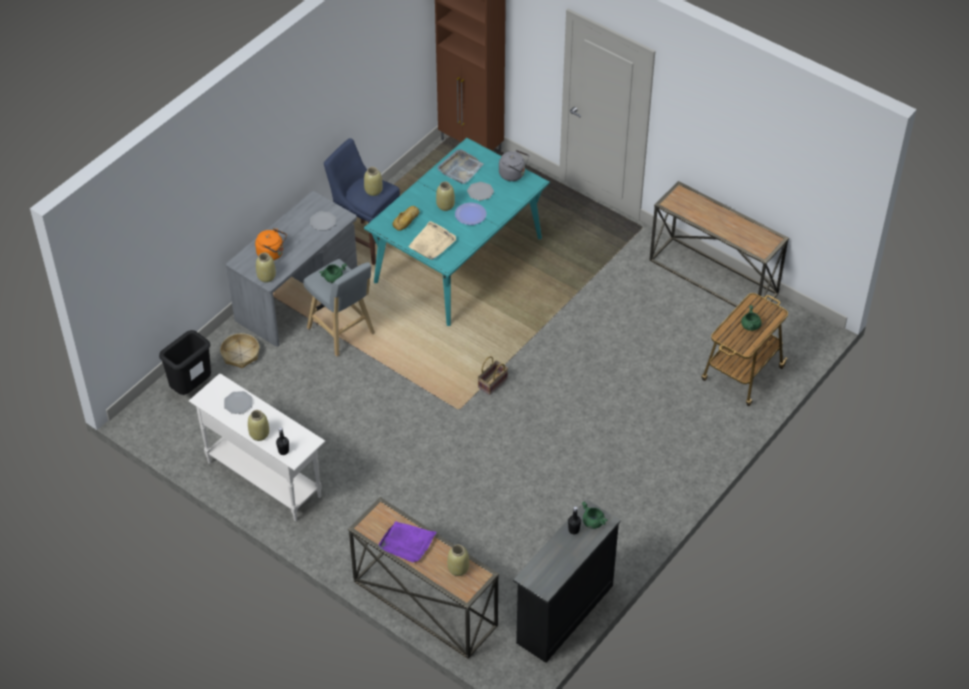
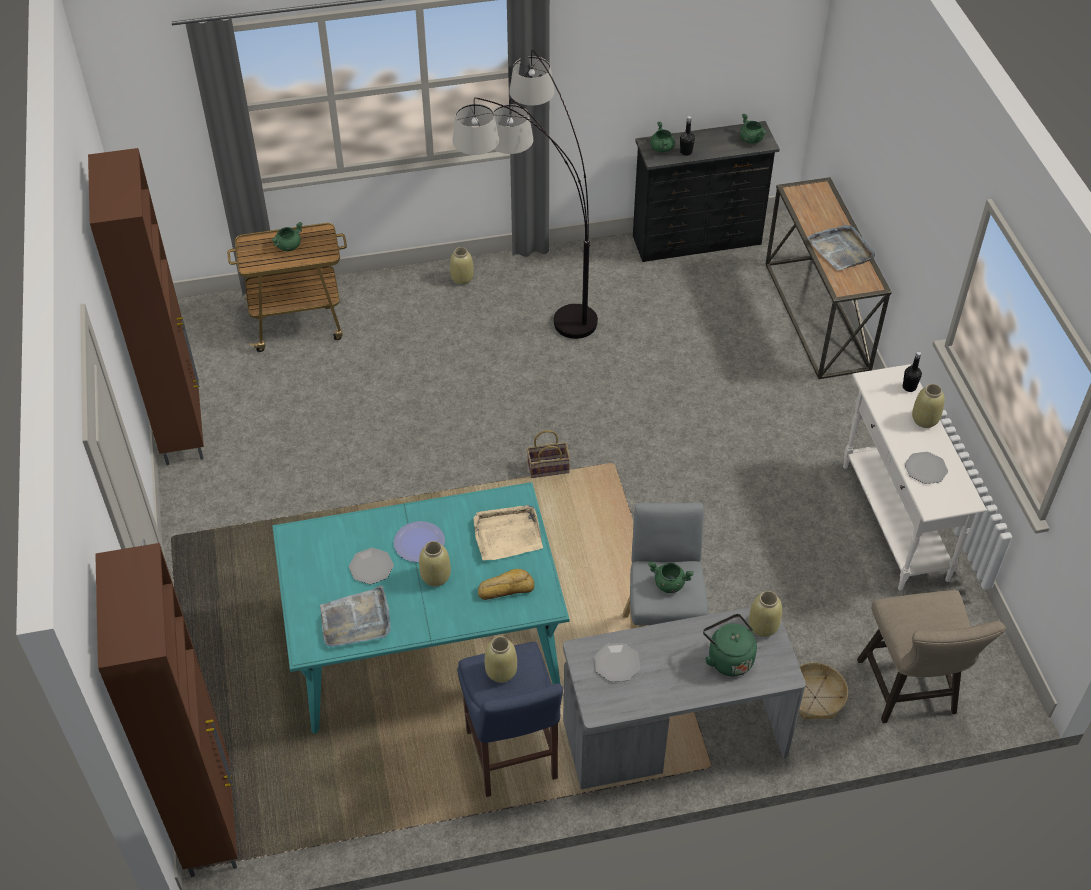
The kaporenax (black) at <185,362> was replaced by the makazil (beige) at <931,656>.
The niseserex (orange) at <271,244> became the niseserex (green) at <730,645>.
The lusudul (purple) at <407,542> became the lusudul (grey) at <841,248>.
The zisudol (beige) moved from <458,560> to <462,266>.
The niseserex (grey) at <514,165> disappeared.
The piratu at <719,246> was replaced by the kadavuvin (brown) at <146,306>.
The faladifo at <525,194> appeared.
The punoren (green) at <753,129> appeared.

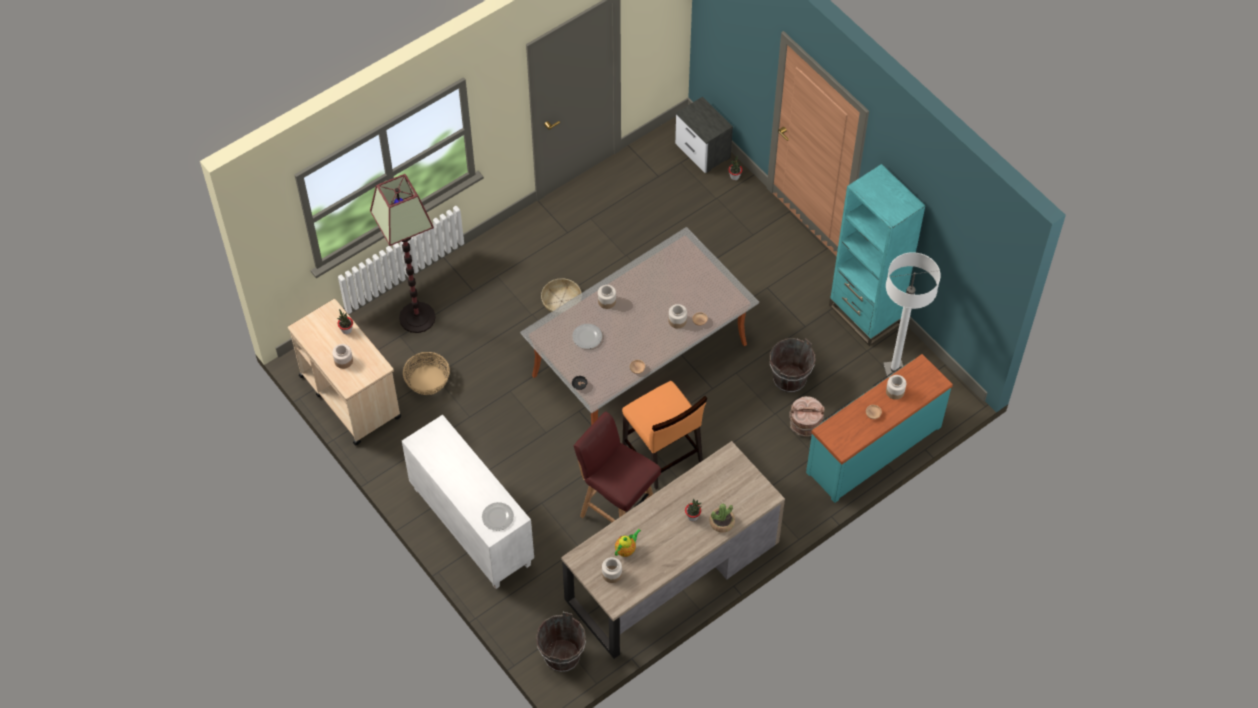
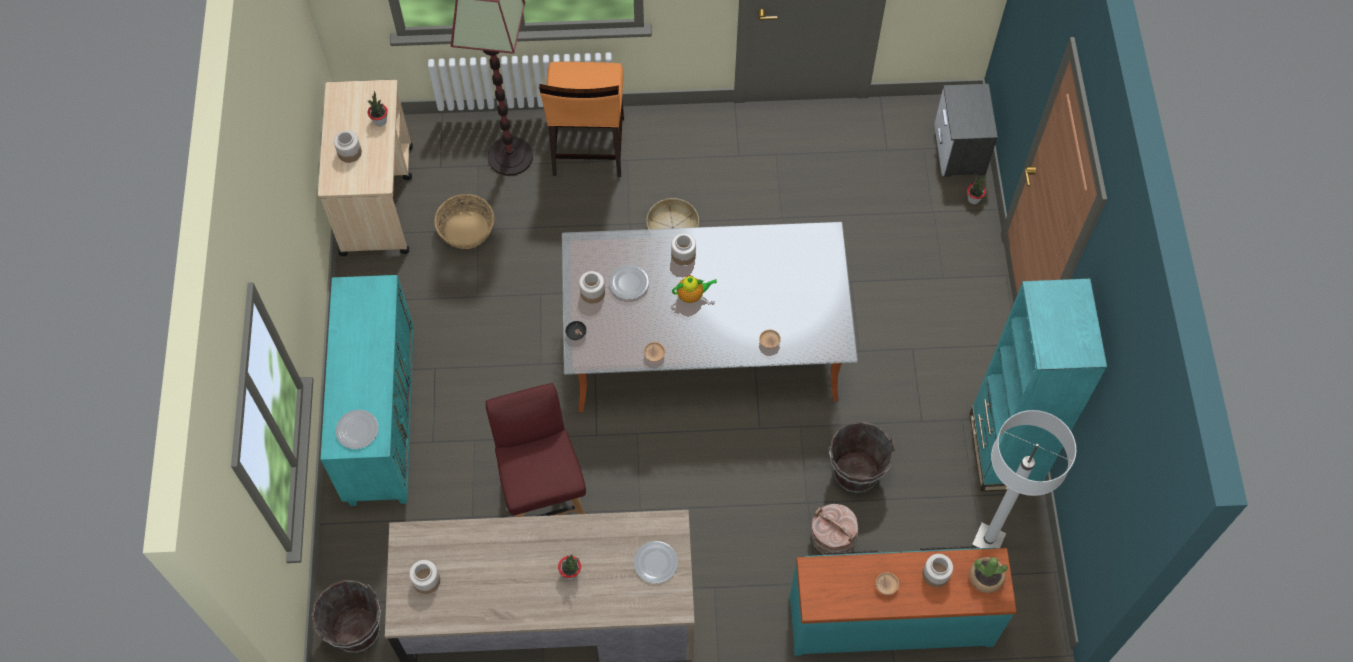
The kadavuvin (white) at <468,502> became the kadavuvin (turquoise) at <367,390>.
The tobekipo moved from <628,543> to <694,289>.
The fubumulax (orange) moved from <664,435> to <581,119>.
The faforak moved from <677,316> to <592,287>.
The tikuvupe moved from <722,518> to <988,575>.
The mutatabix at <656,562> appeared.

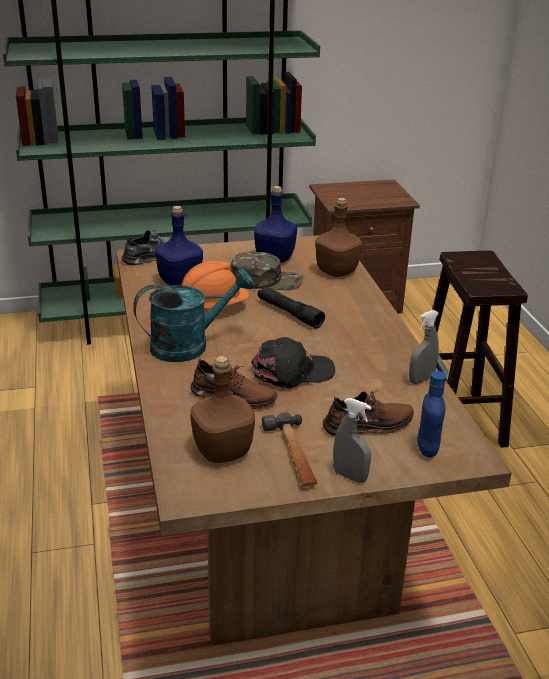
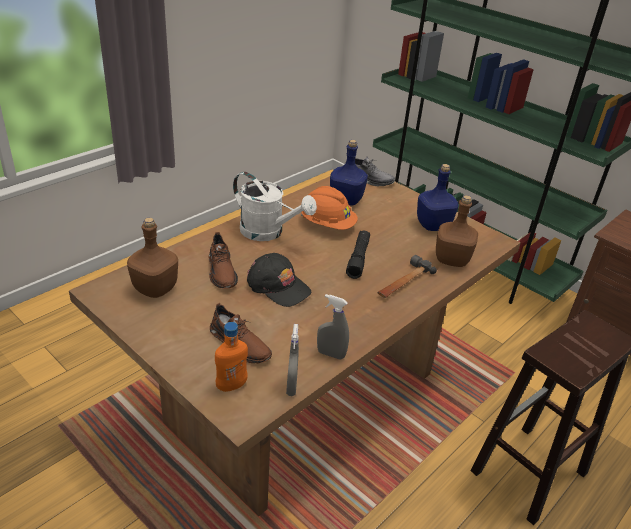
The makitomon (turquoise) at <194,315> became the makitomon (white) at <275,206>.
The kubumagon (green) at <266,270> disappeared.
The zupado moved from <289,449> to <407,276>.
The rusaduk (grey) moved from <352,440> to <292,360>.
The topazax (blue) at <431,414> became the topazax (orange) at <231,357>.

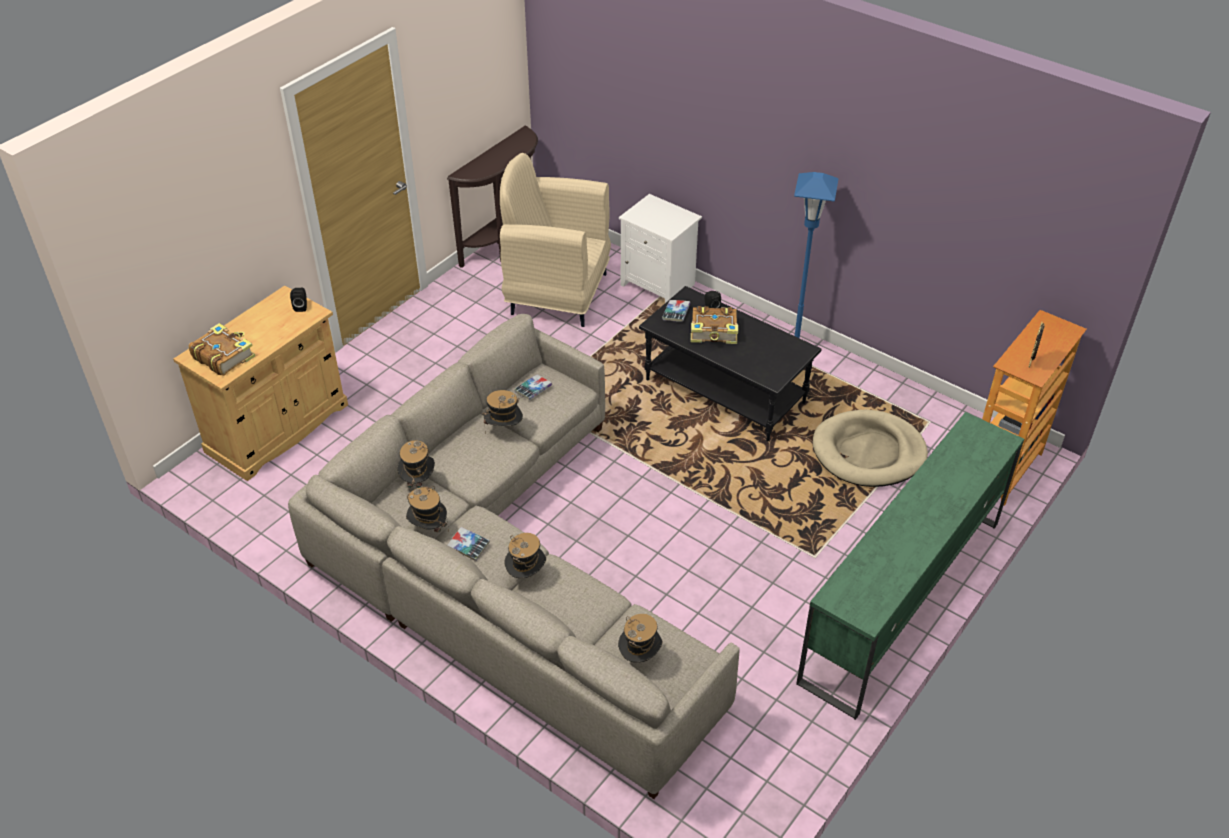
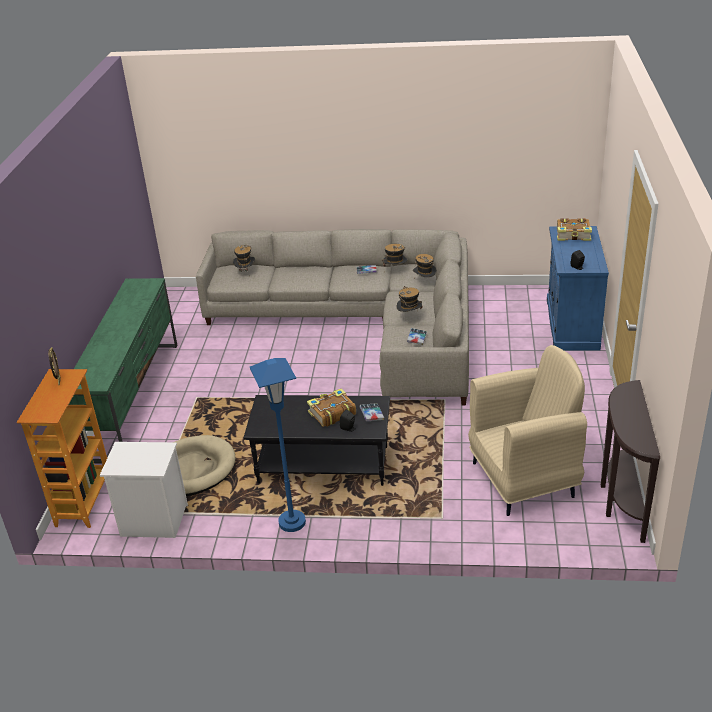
The kadavuvin (beige) at <260,383> became the kadavuvin (blue) at <578,288>.
The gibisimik at <525,555> disappeared.
The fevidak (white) moved from <660,248> to <144,490>.

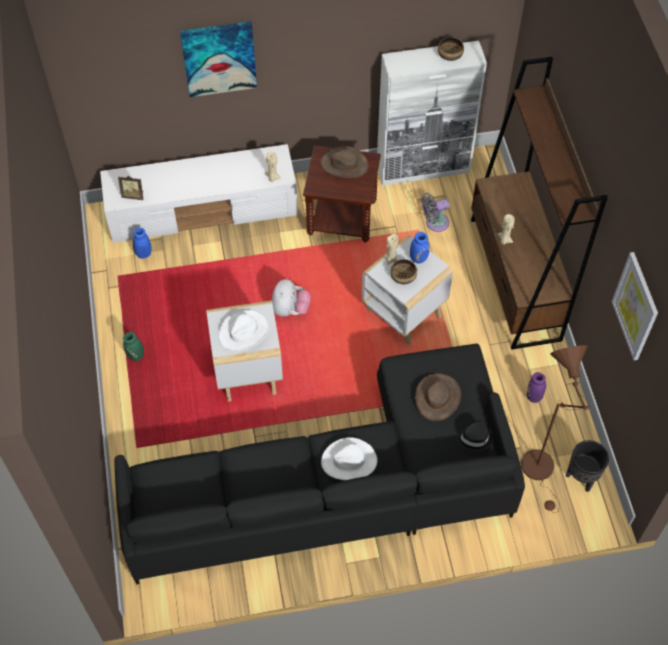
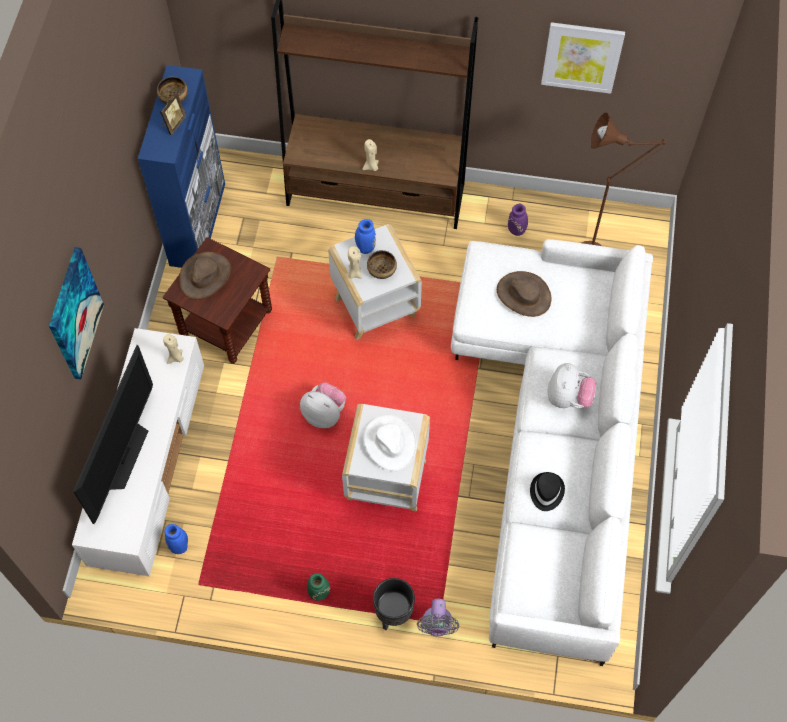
The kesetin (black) at <319,464> became the kesetin (white) at <552,452>.
The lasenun moved from <130,188> to <173,113>.
The gibisimik (white) at <349,458> was replaced by the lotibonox at <572,385>.
The kadavuvin (white) at <432,113> became the kadavuvin (blue) at <181,166>.
The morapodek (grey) moved from <435,212> to <438,617>.
The gibisimik (black) moved from <474,437> to <547,491>.
The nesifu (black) moved from <587,466> to <394,604>.
The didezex at <113,434> appeared.

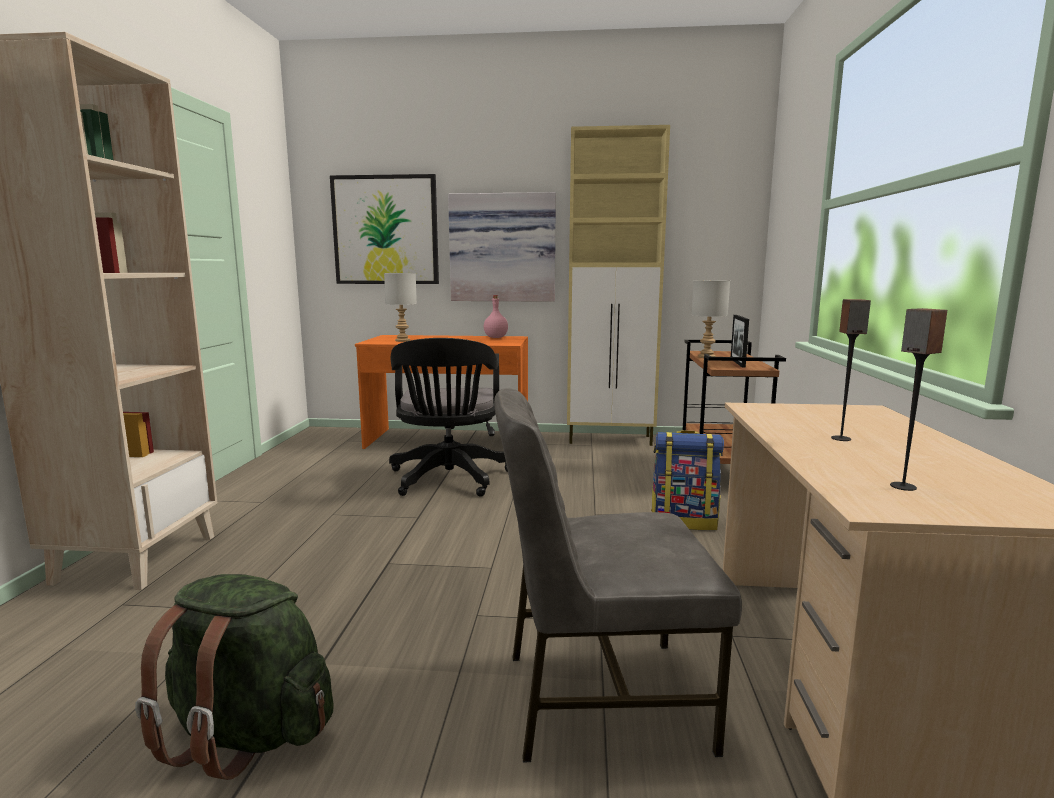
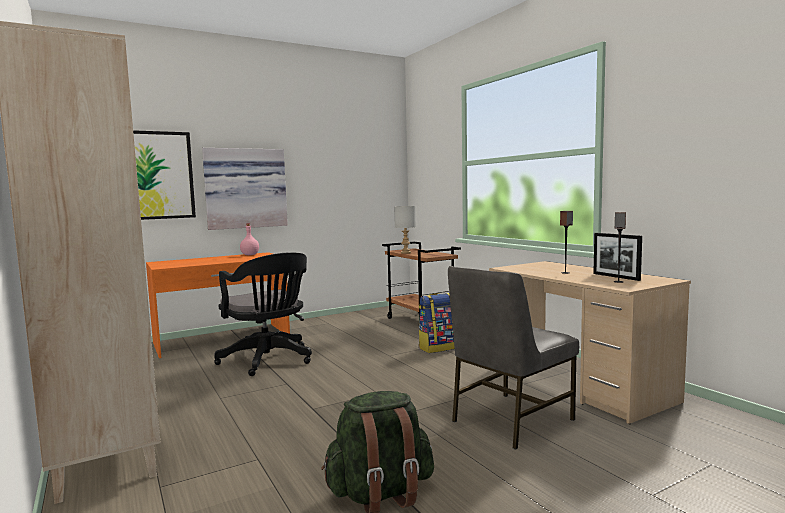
The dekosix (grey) at <400,307> disappeared.
The kadavuvin (beige) at <618,285> disappeared.
The lasenun moved from <740,341> to <617,257>.

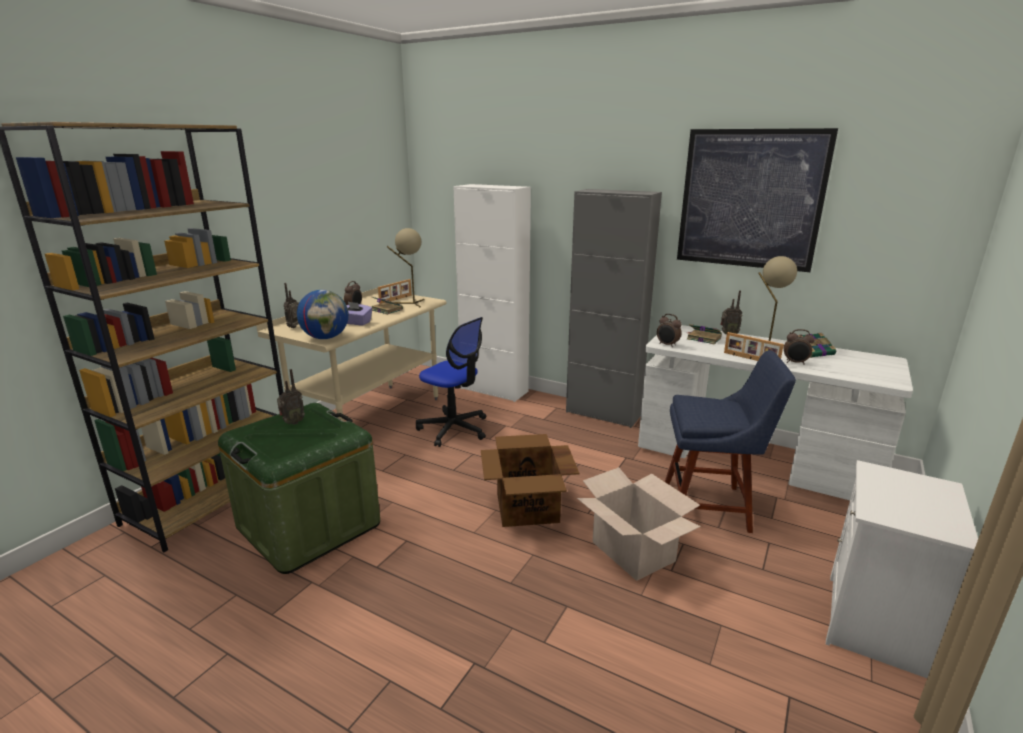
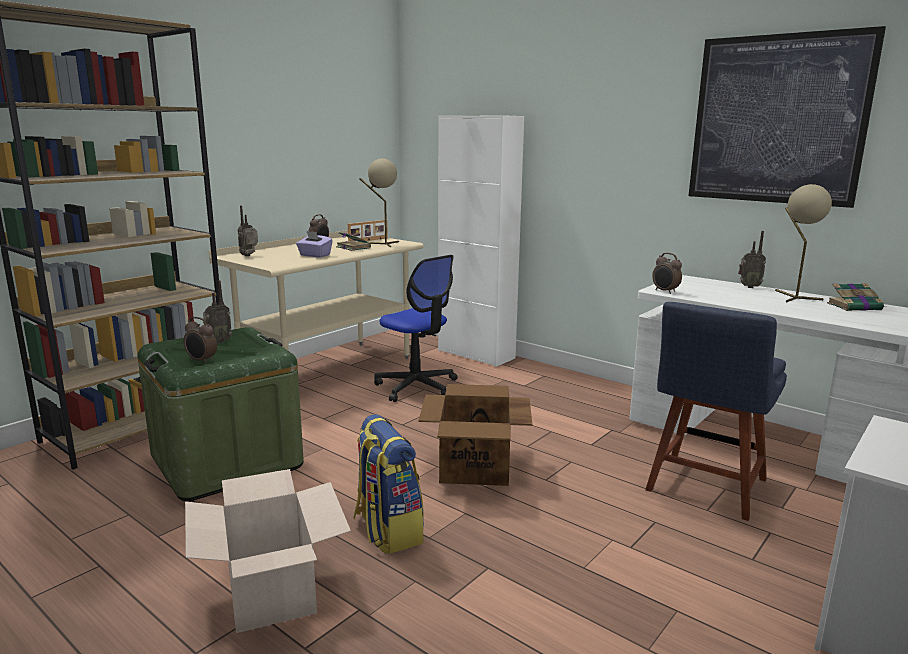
The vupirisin at <323,314> disappeared.
The kadavuvin (grey) at <614,308> disappeared.
The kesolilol moved from <639,524> to <268,551>.
The fubumulax (blue) at <730,441> turned 105 degrees clockwise.
The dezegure at <704,334> disappeared.
The lasenun at <754,346> disappeared.
The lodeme moved from <799,347> to <200,340>.
The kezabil at <388,484> appeared.

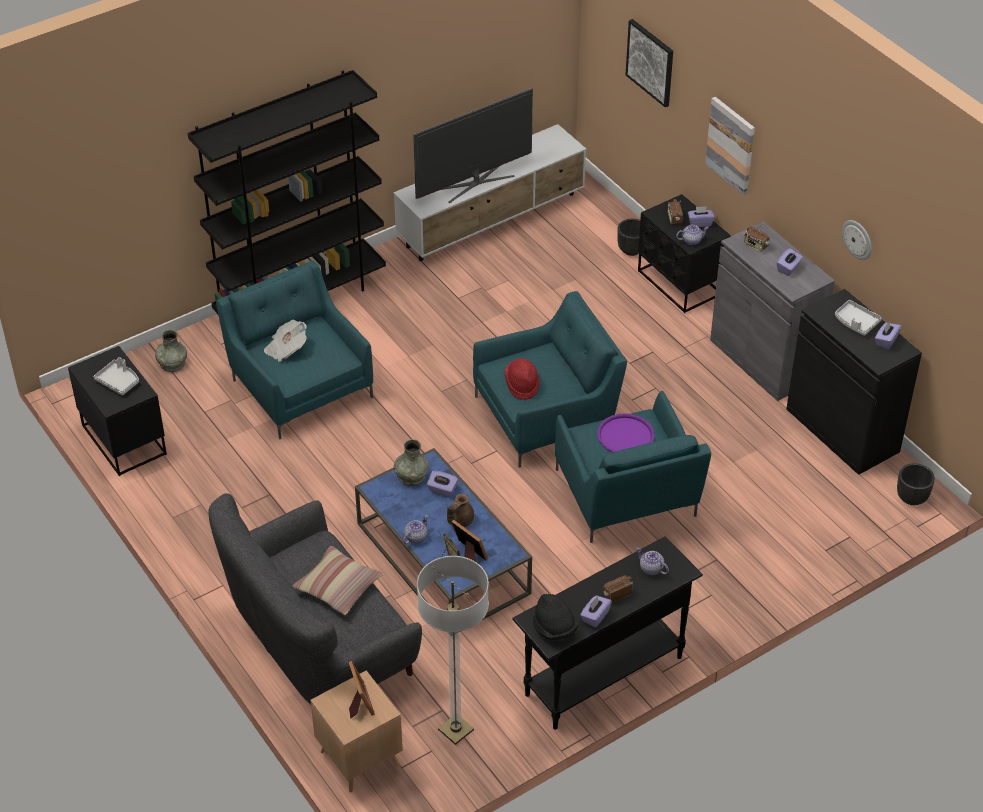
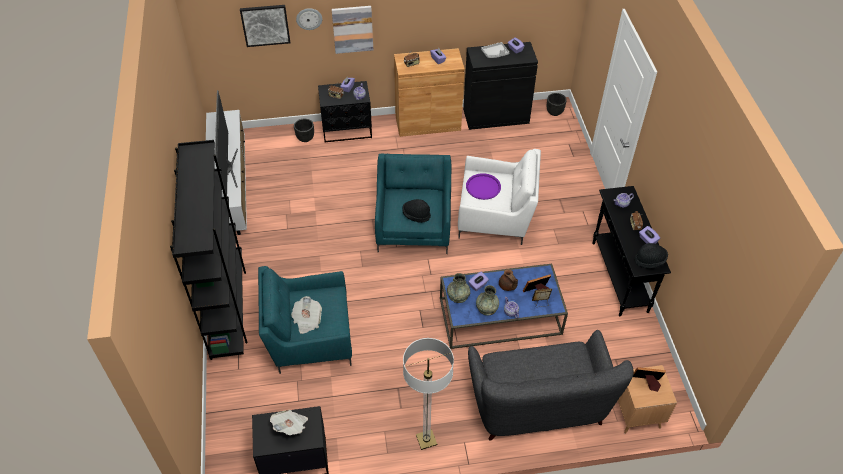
The lusudul (grey) at <116,376> was replaced by the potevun at <289,422>.
The zisudol (grey) moved from <171,351> to <487,300>.
The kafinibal at <338,580> disappeared.
The faladifo moved from <453,650> to <428,394>.
The gibisimik (red) at <522,379> became the gibisimik (black) at <416,211>.
The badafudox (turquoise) at <633,467> became the badafudox (white) at <499,197>.
The kadavuvin (grey) at <772,311> became the kadavuvin (brown) at <429,92>.
The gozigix moved from <857,240> to <309,19>.

